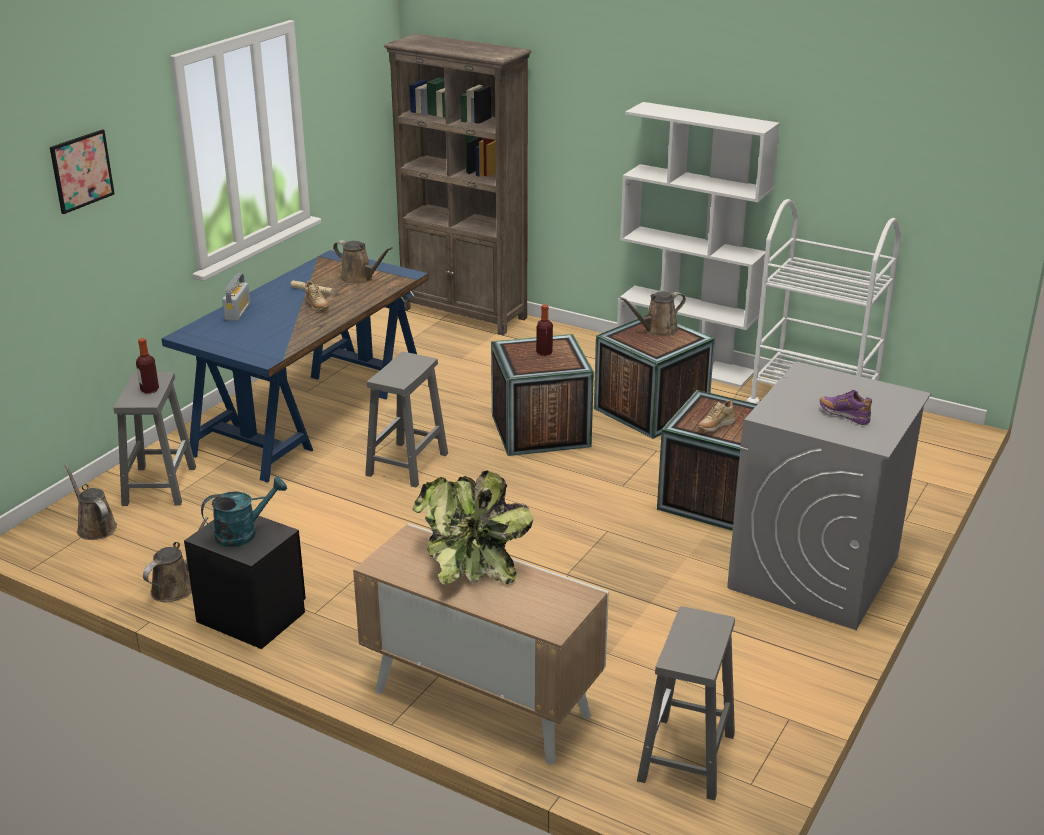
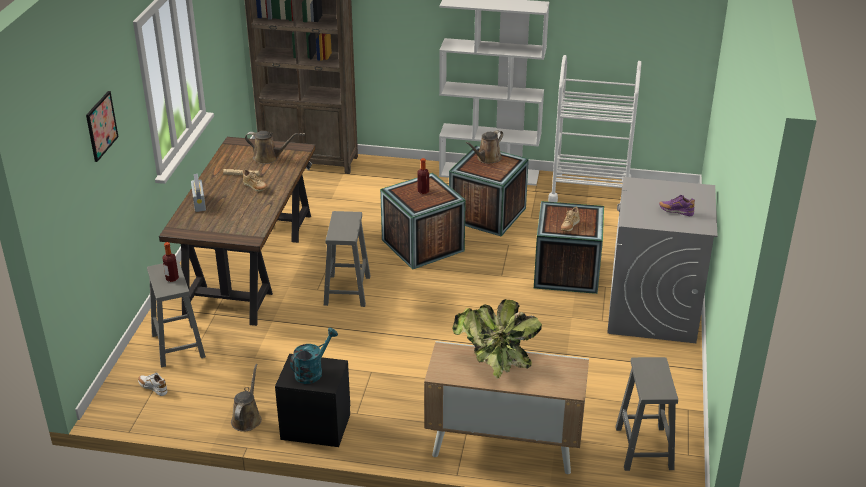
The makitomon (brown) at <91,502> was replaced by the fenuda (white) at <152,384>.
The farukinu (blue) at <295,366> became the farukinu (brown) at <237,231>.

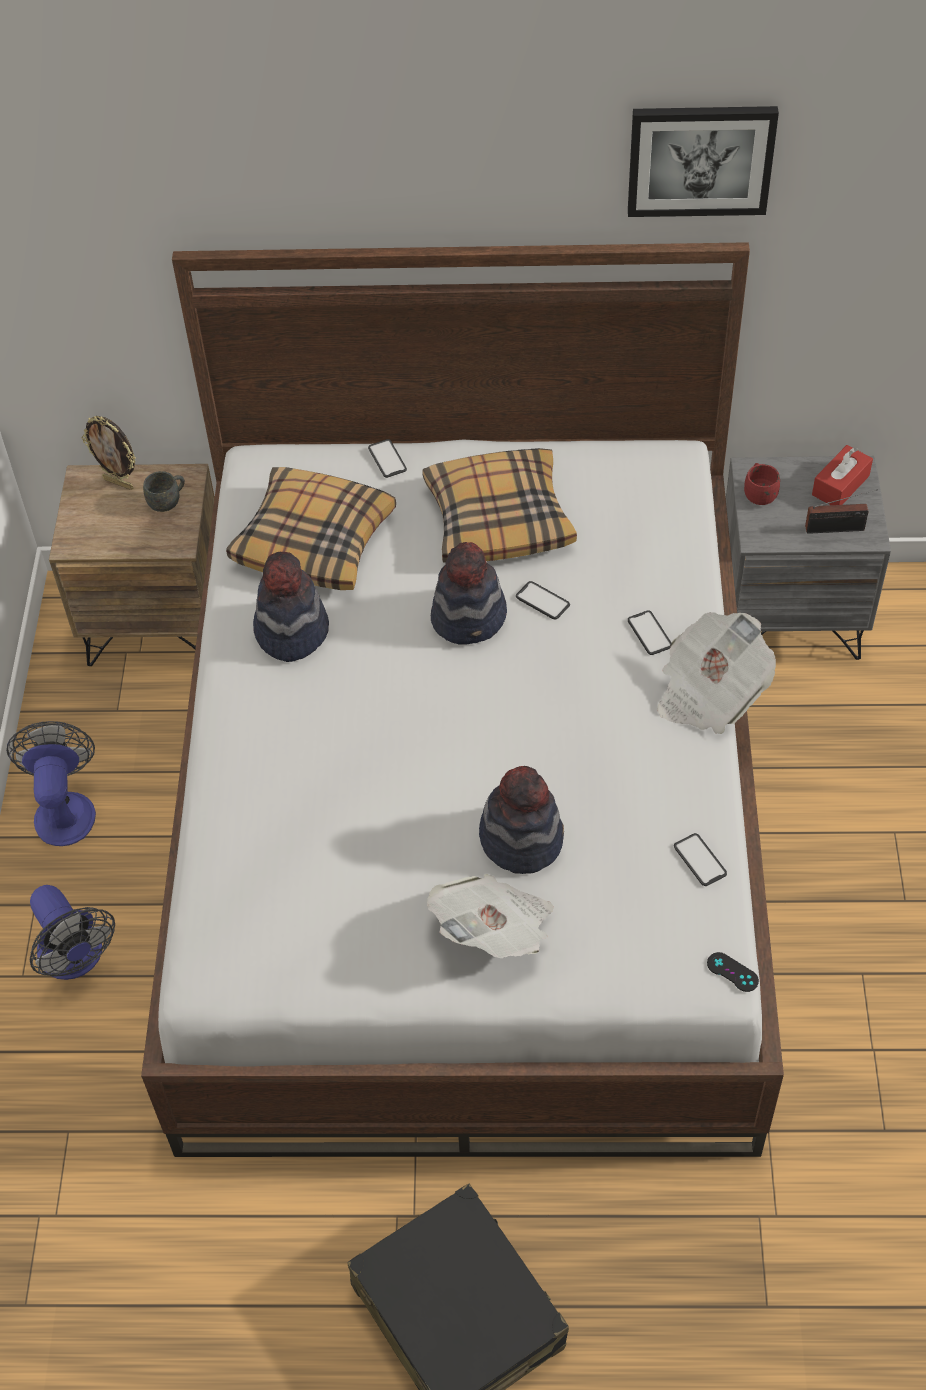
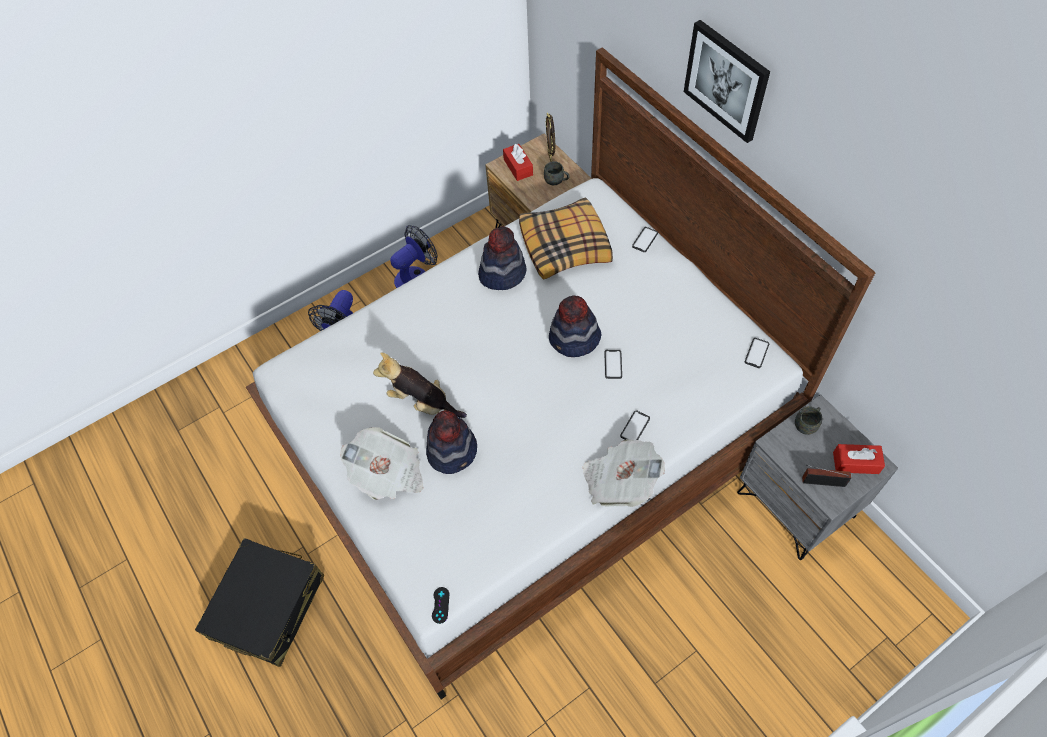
The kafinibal at <499,505> disappeared.
The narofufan moved from <703,161> to <727,81>.
The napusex moved from <700,859> to <756,353>.
The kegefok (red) at <762,484> became the kegefok (grey) at <808,420>.
The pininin at <841,511> turned 135 degrees clockwise.
The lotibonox at <420,385> appeared.
The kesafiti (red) at <518,162> appeared.

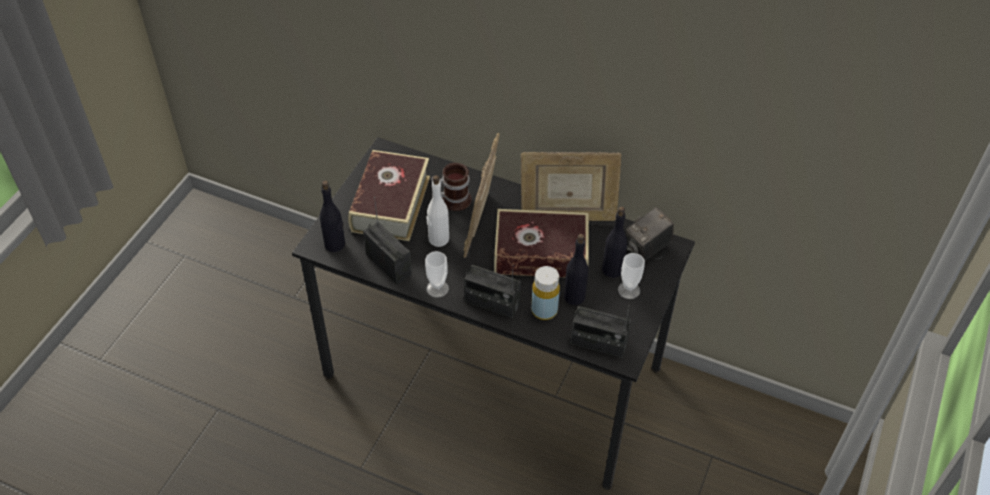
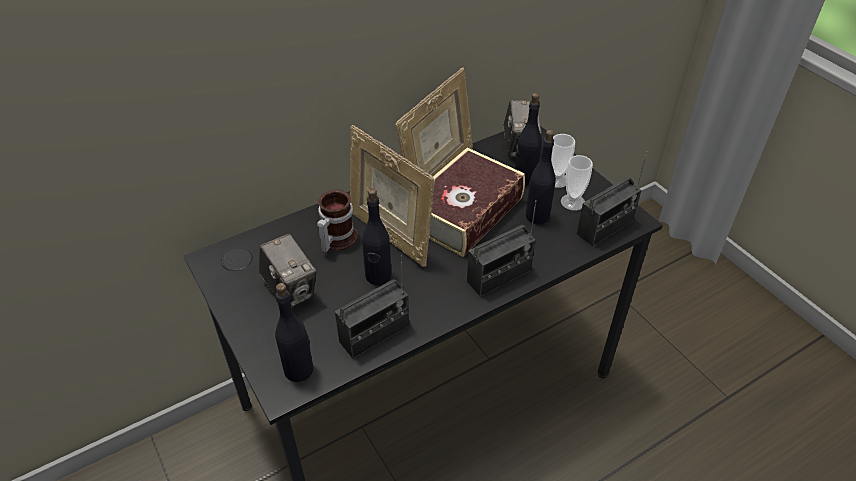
The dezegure at <389,195> was replaced by the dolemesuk at <287,270>.
The pininin at <387,240> turned 150 degrees clockwise.
The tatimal moved from <437,274> to <577,183>.
The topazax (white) at <437,211> became the topazax (black) at <377,236>.
The topazax (yellow) at <545,293> disappeared.

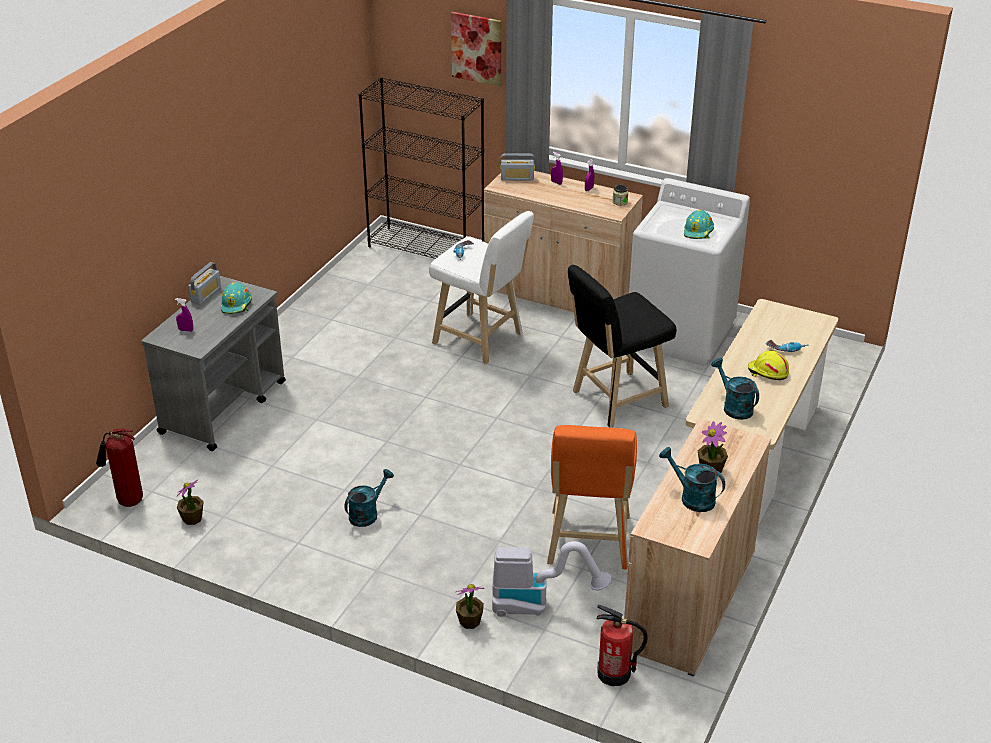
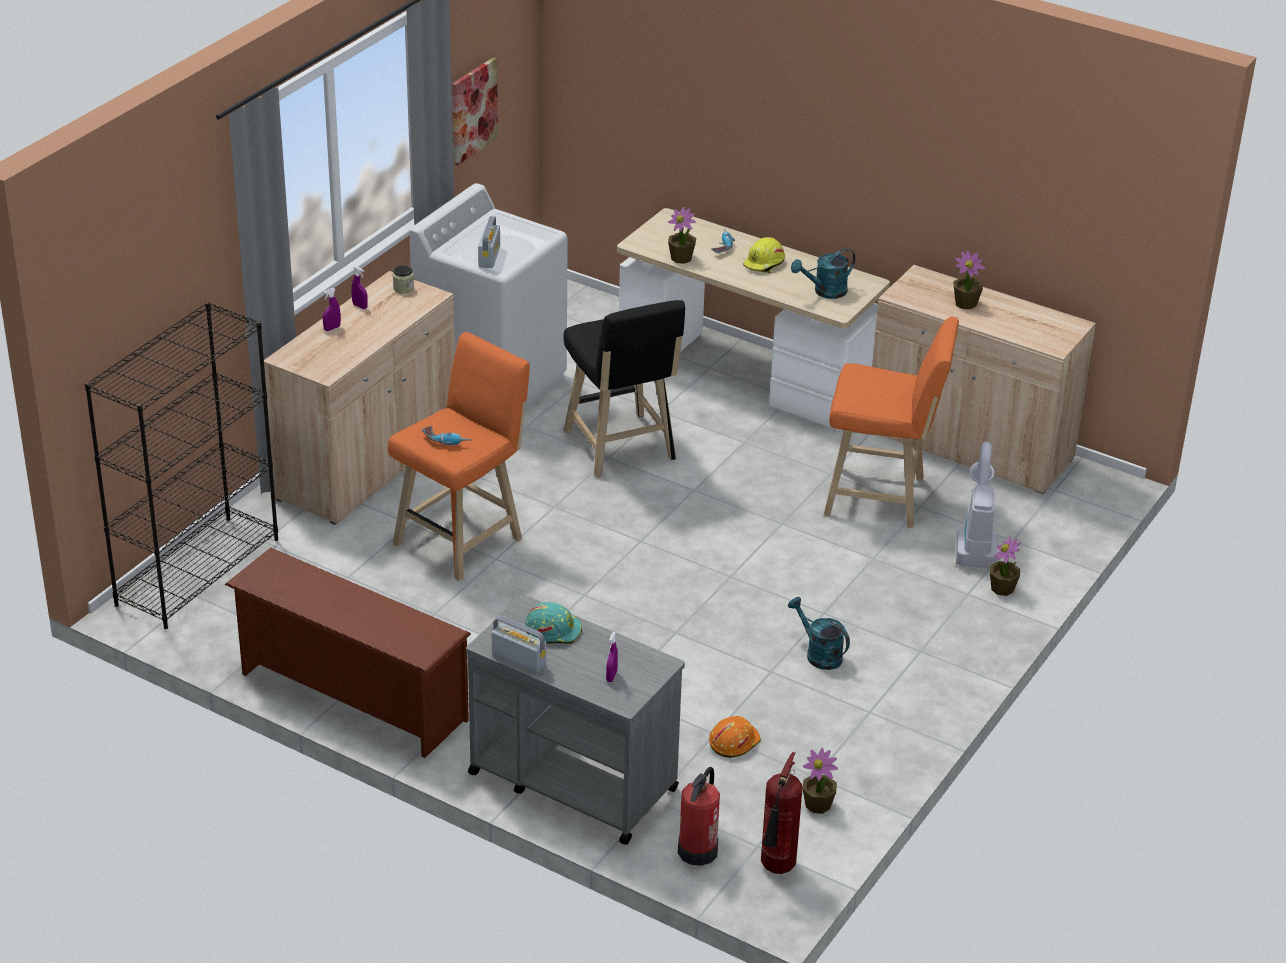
The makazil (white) at <481,287> became the makazil (orange) at <459,456>.
The narofufan moved from <476,49> to <475,111>.
The pininin moved from <517,167> to <489,242>.
The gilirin moved from <622,645> to <699,816>.
The makitomon (turquoise) at <692,479> disappeared.
The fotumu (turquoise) at <699,224> disappeared.
The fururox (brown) at <348,653> appeared.
The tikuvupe at <682,235> appeared.
The fotumu (orange) at <735,737> appeared.

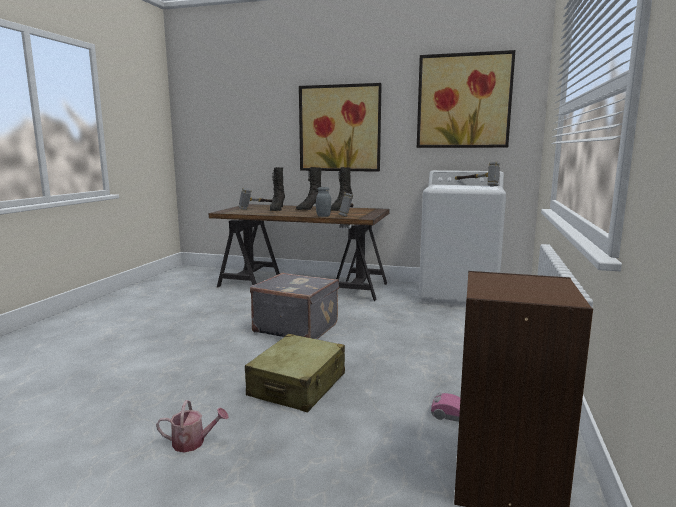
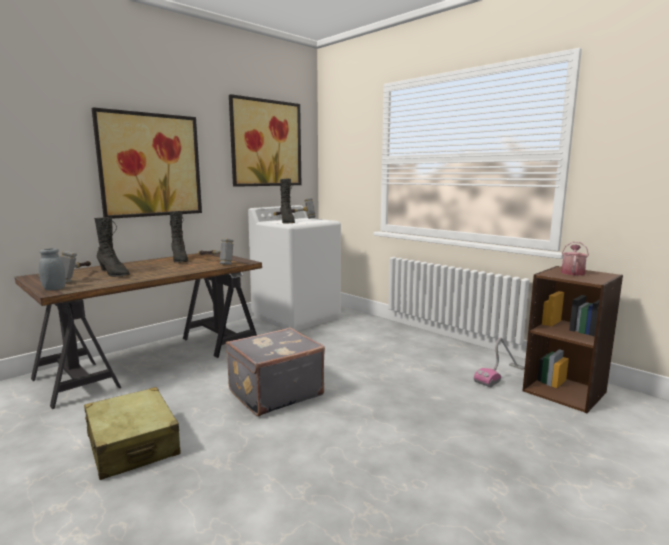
The makitomon moved from <192,426> to <575,259>.
The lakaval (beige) moved from <295,373> to <132,433>.
The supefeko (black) moved from <308,188> to <287,200>.
The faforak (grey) moved from <323,202> to <52,269>.

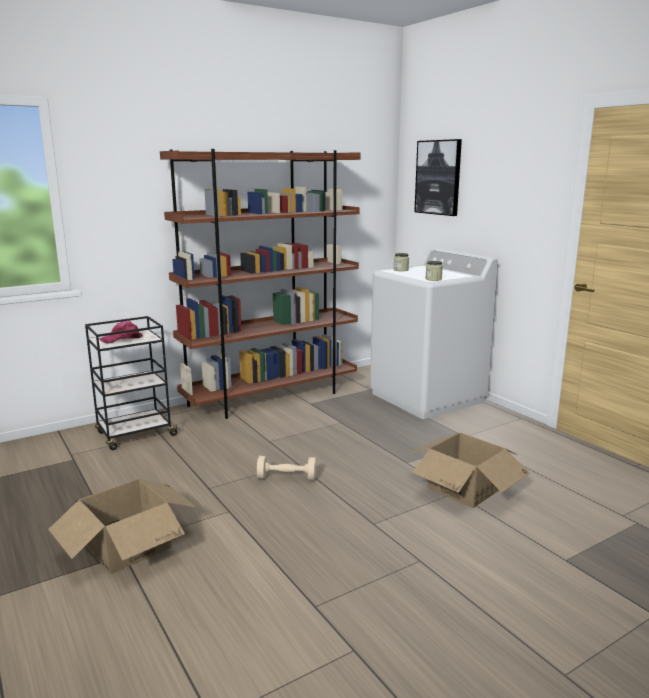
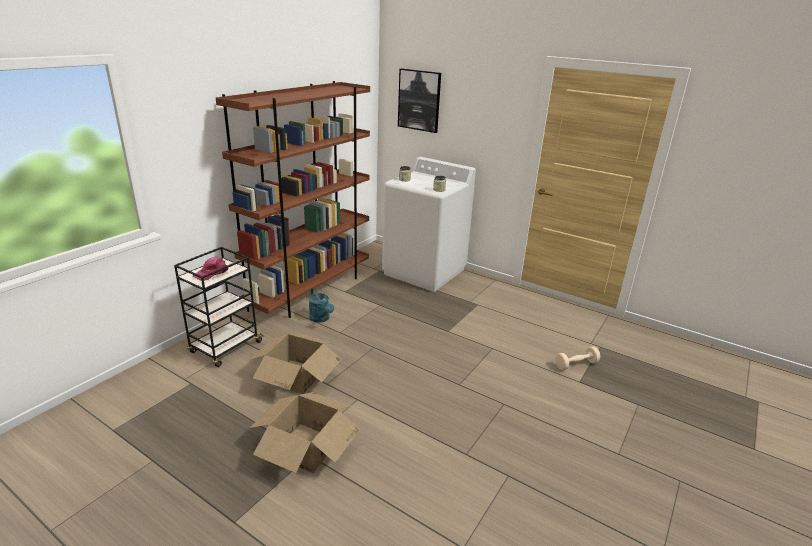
The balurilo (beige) moved from <286,468> to <577,358>.
The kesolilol moved from <468,470> to <295,364>.
The makitomon (turquoise) at <321,305> appeared.

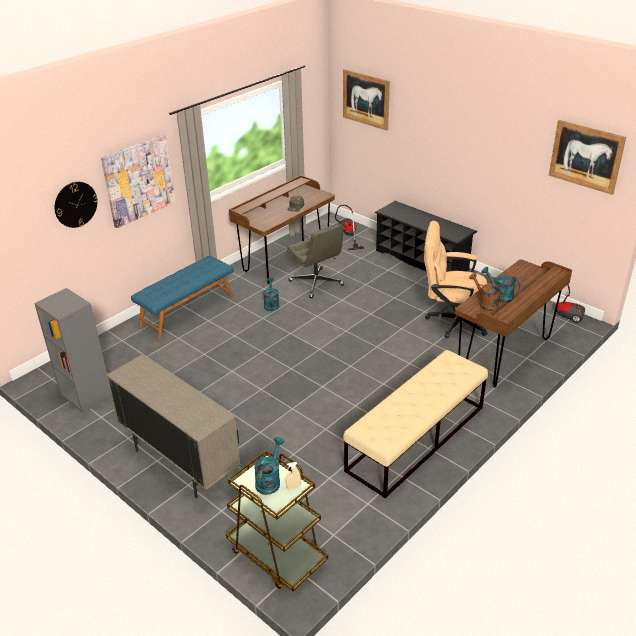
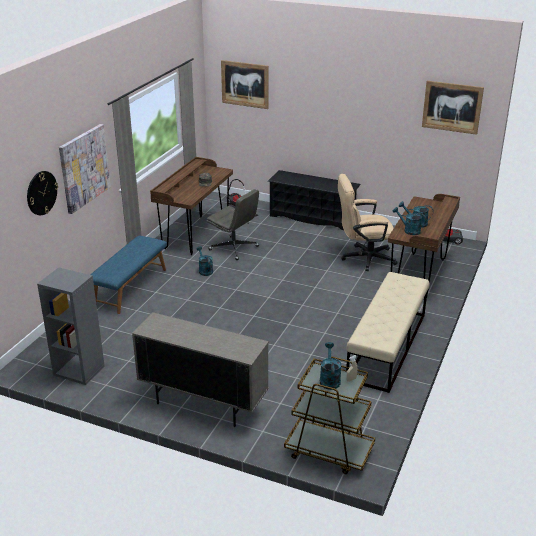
The makitomon (brown) at <486,292> became the makitomon (turquoise) at <409,221>.

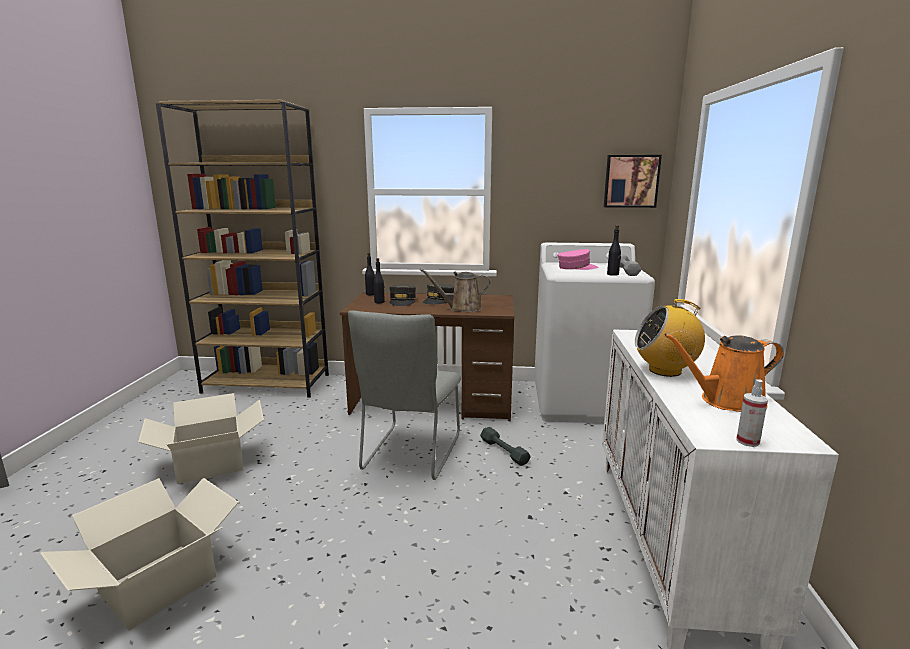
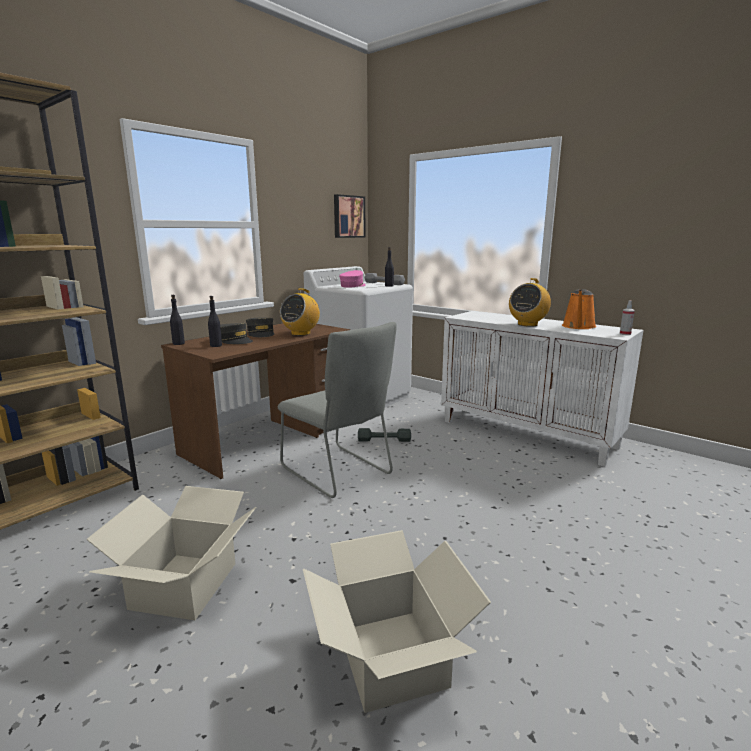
The makitomon (brown) at <455,290> was replaced by the pininin at <300,312>.

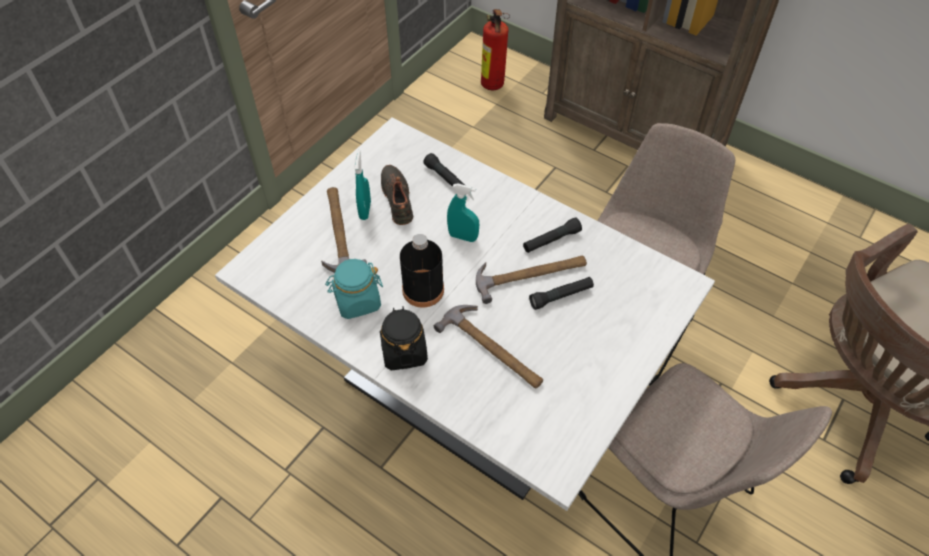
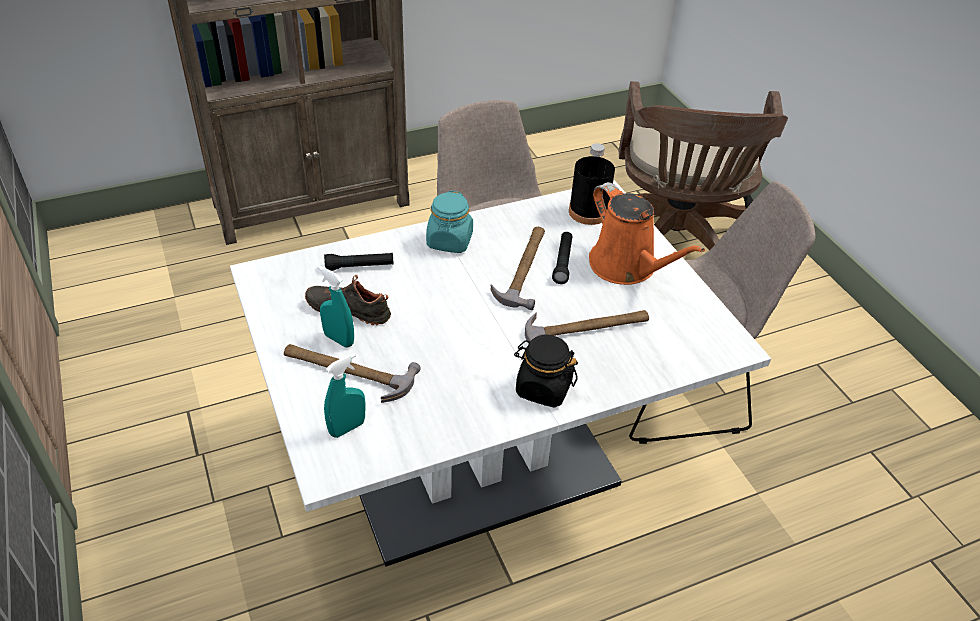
The faforak (turquoise) moved from <354,289> to <449,221>.
The topazax (black) moved from <422,271> to <592,184>.
The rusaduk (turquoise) moved from <463,212> to <345,395>.
The gilirin at <495,49> disappeared.
The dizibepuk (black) at <552,235> disappeared.
The makitomon (orange) at <647,233> appeared.

